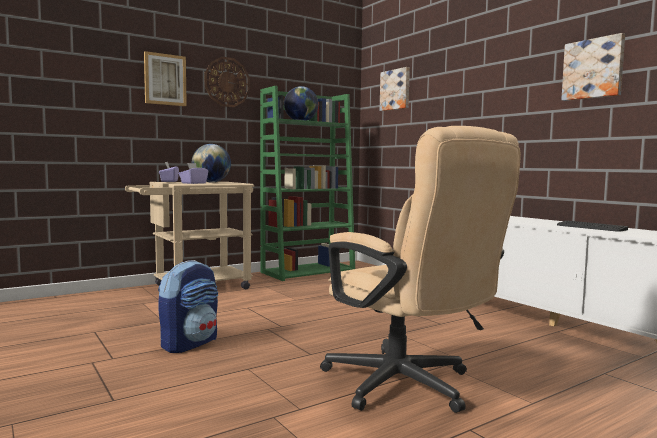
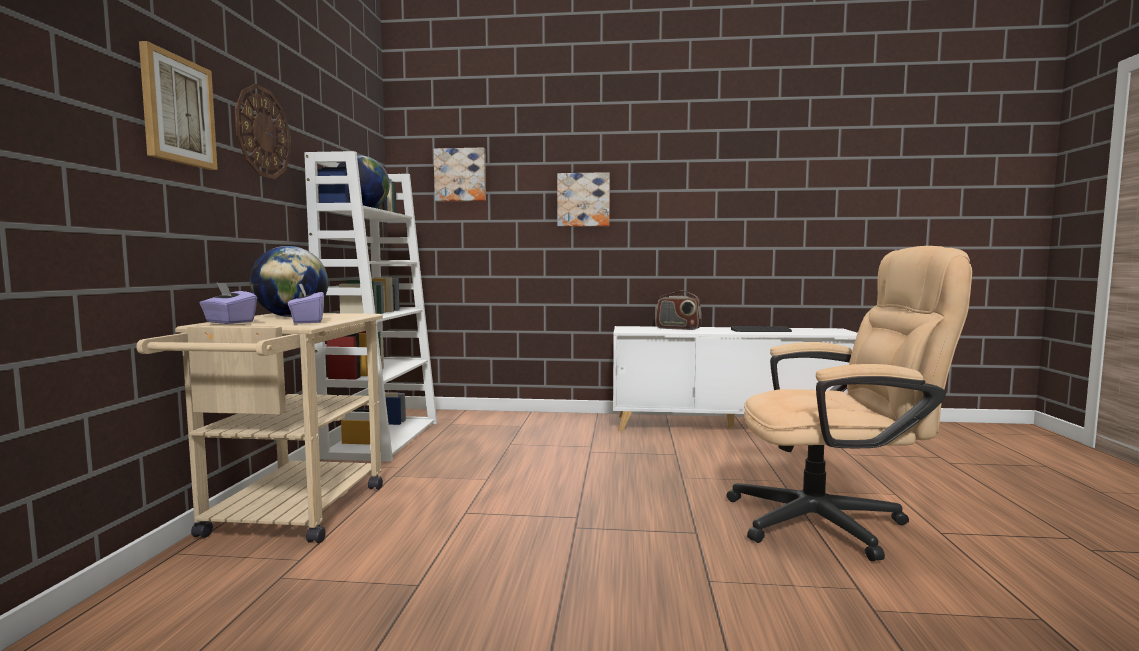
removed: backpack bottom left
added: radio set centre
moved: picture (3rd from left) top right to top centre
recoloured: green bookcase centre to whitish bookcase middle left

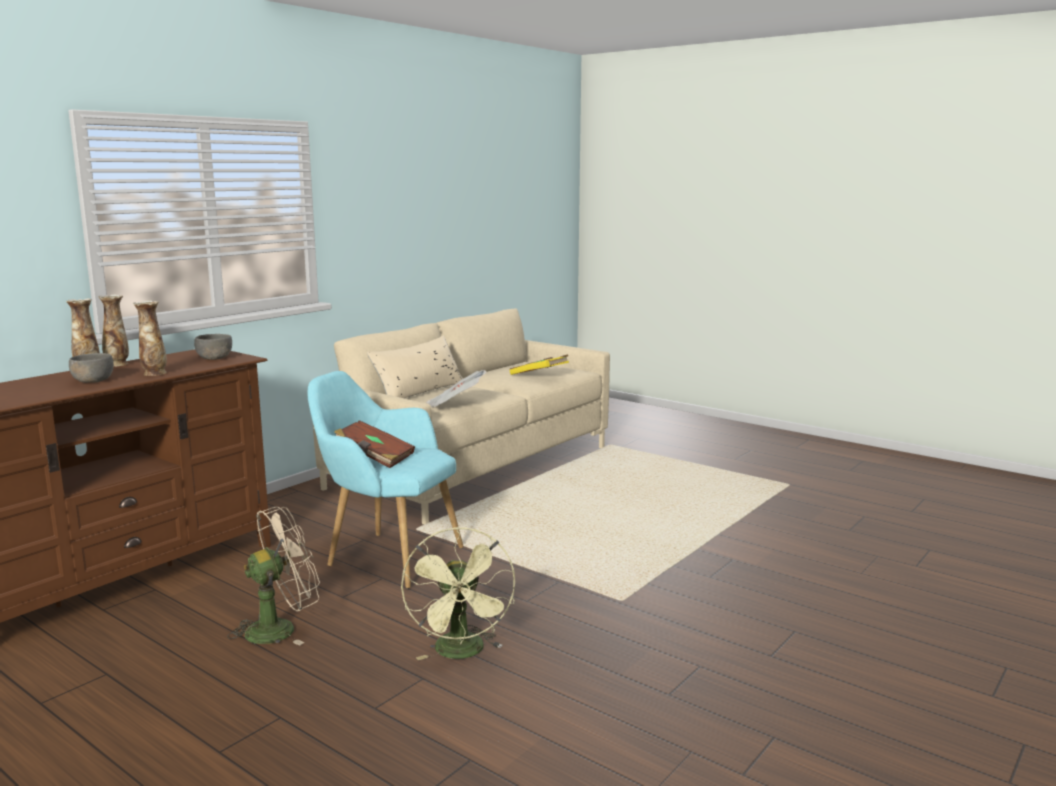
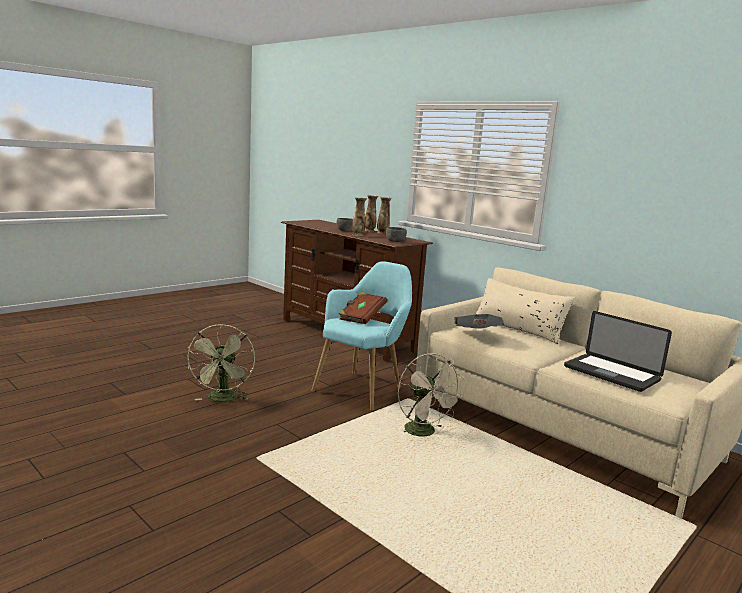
moved: beige fan bottom left to centre
replaced: yellow volume centre to notebook computer middle right
turned: green fan bottom centre = middle left 90 degrees counterclockwise

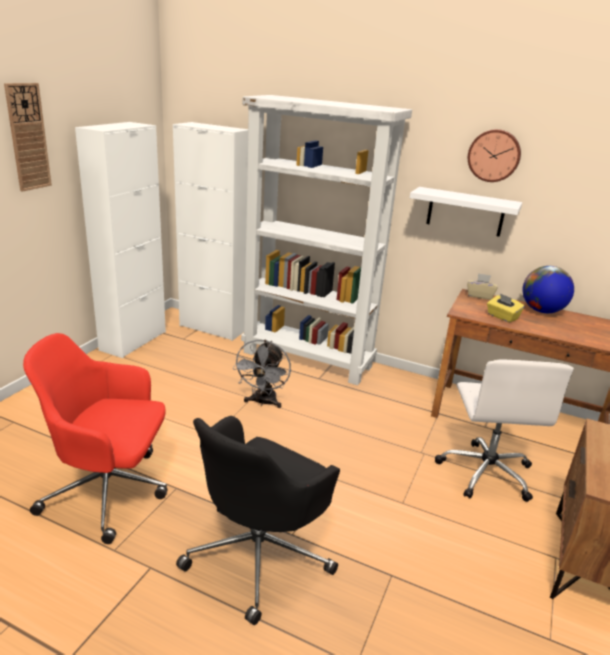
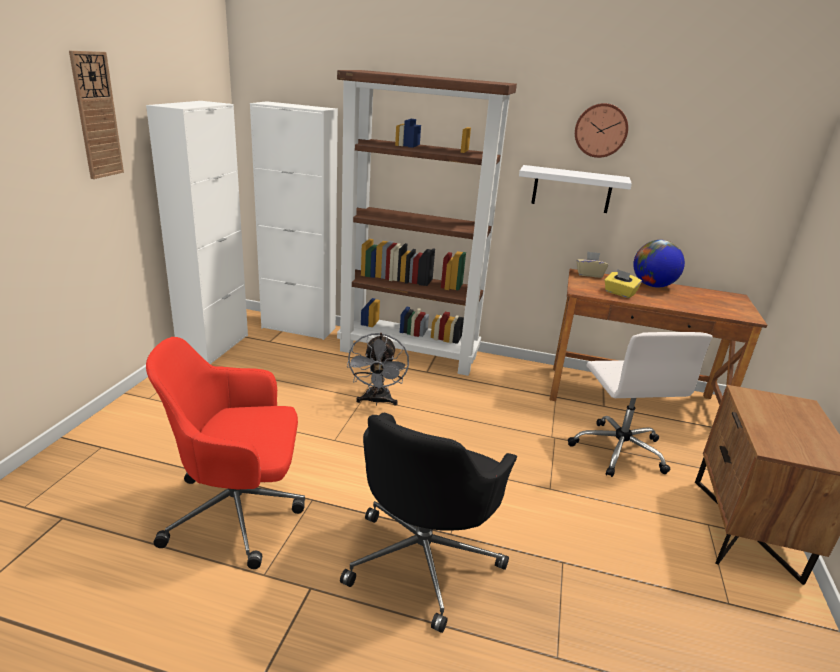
recoloured: whitish bookcase centre to brown-coloured bookcase top centre

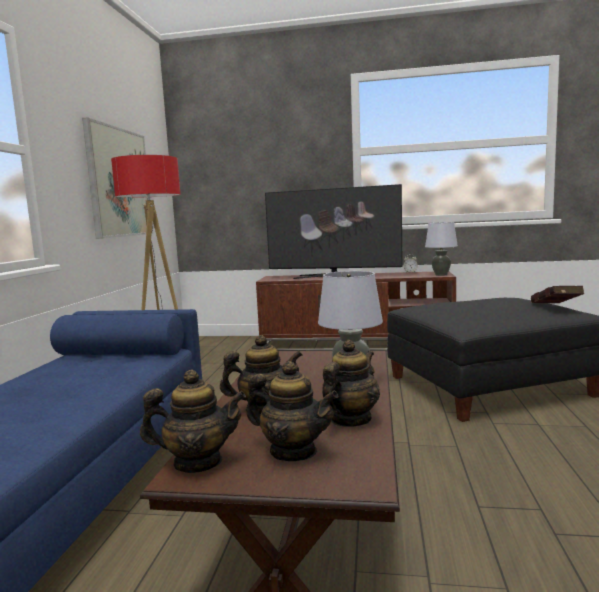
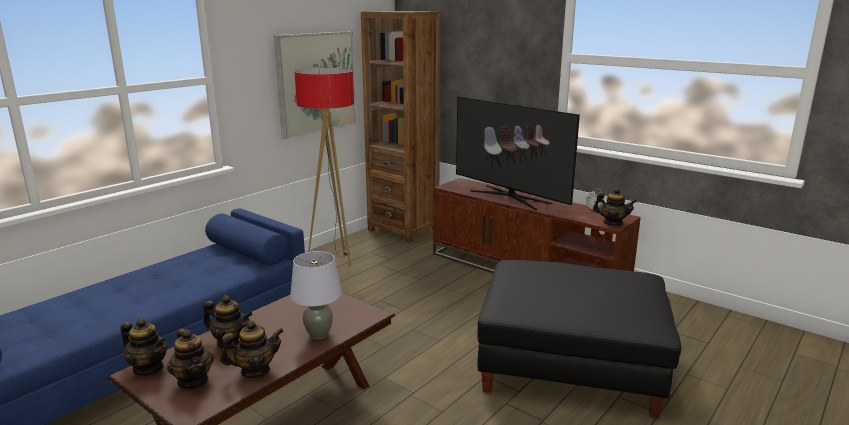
removed: reddish volume middle right
added: brown-coloured bookcase top centre
replaced: gray tabletop lamp (2nd from left) middle right to teapot (5th from left) middle right

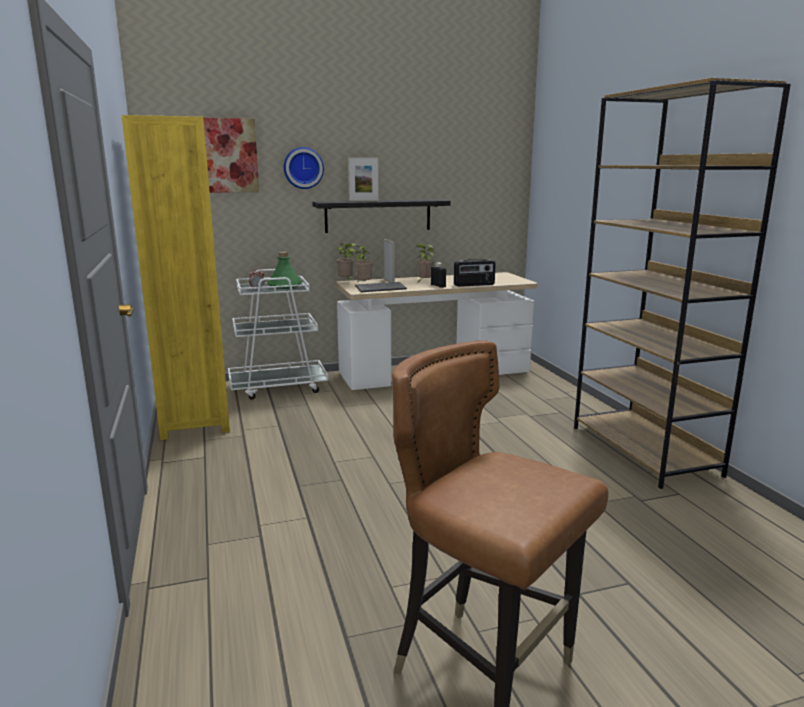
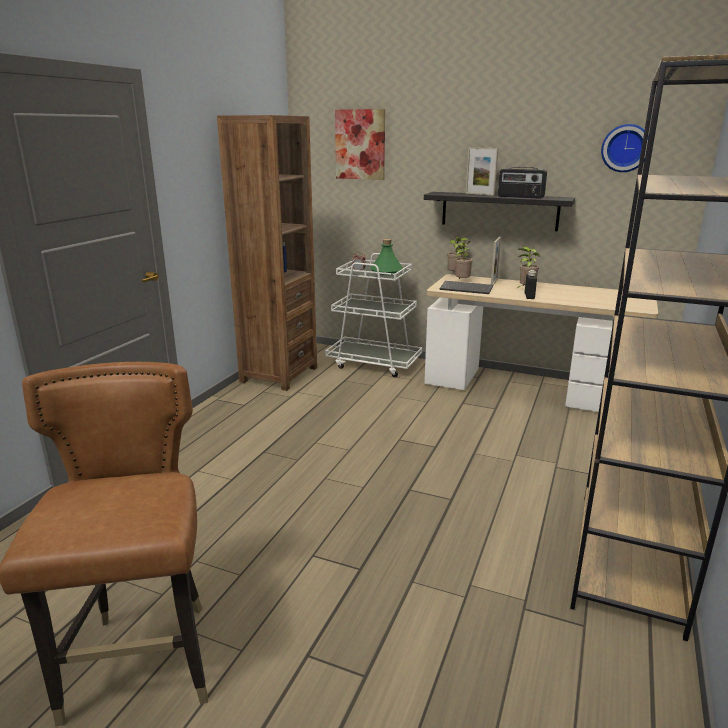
moved: wall clock top centre to top right; radio set centre to top right
recoloured: yellow bookcase middle left to brown-coloured bookcase (1st from left) centre

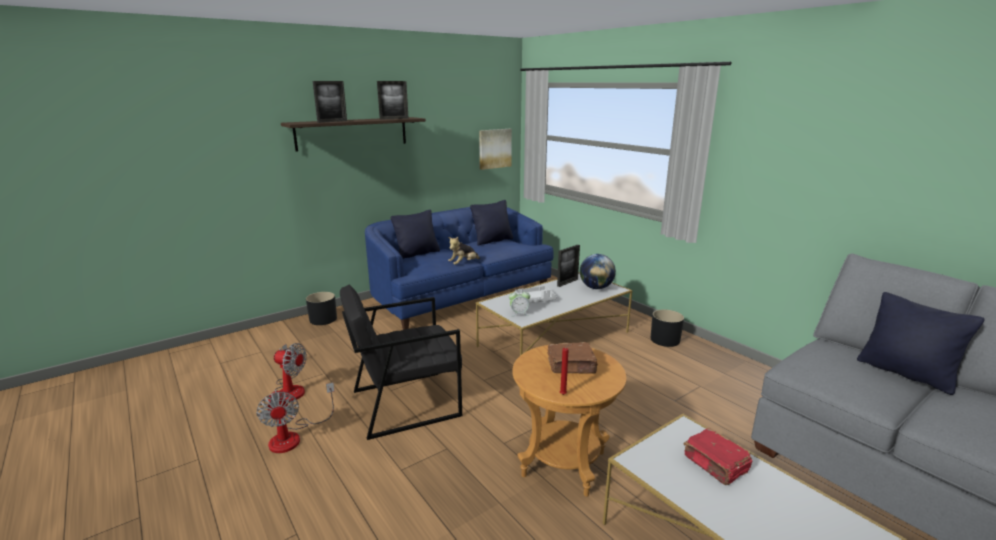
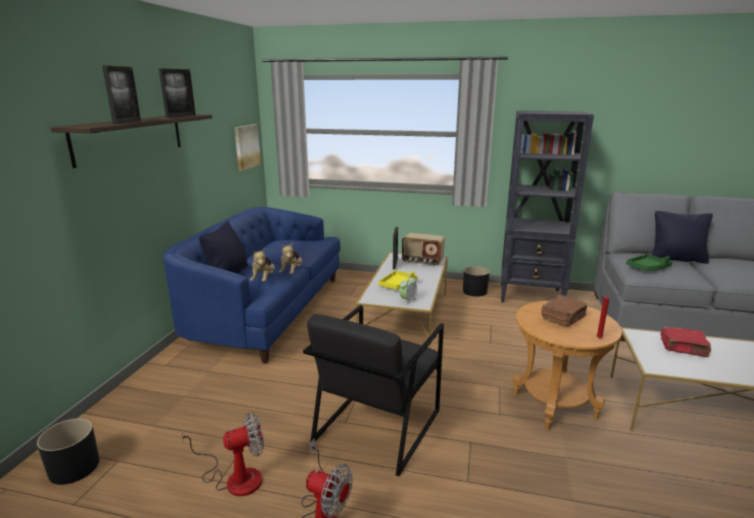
removed: black throw pillow (2nd from left) centre
added: cuddly toy (1st from left) centre; black bookcase middle right; green tray middle right
moved: black flower pot (1st from left) middle left to bottom left
replaced: desk globe centre to radio set centre
recoloured: gray tray centre to yellow tray centre

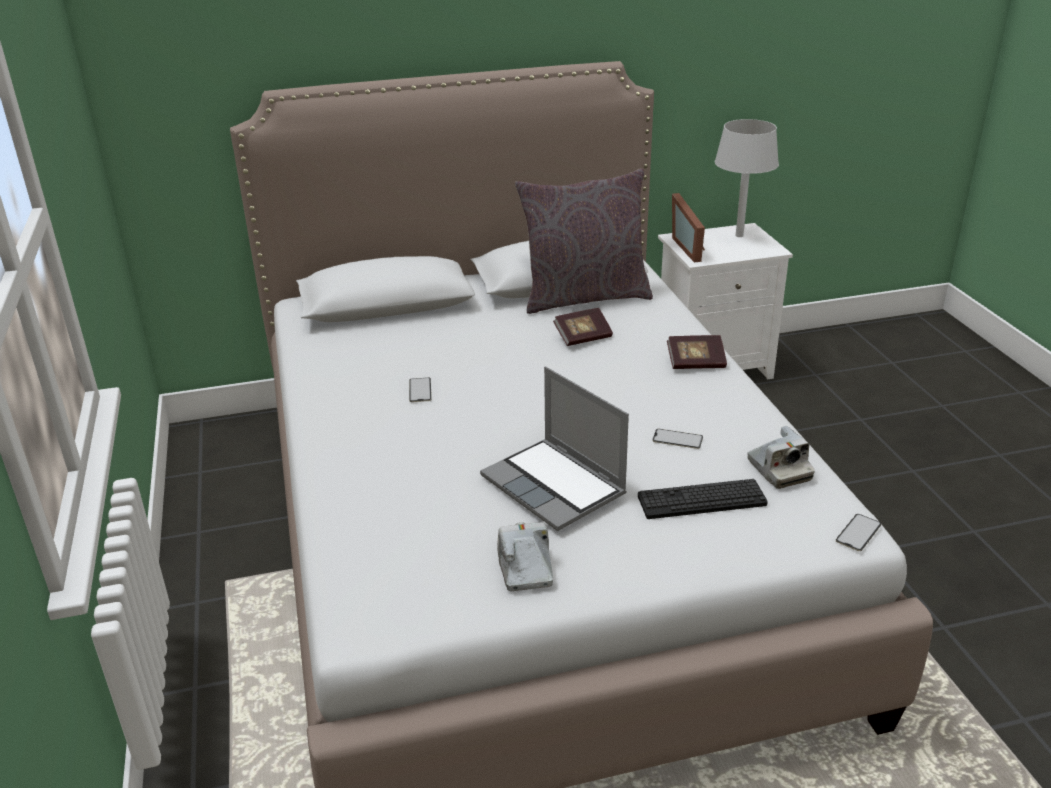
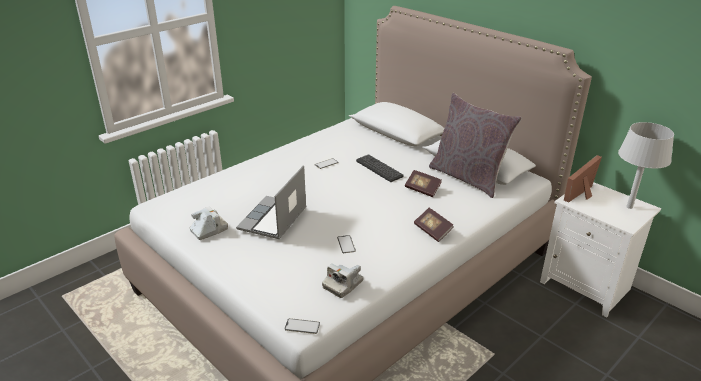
moved: PC keyboard middle right to centre

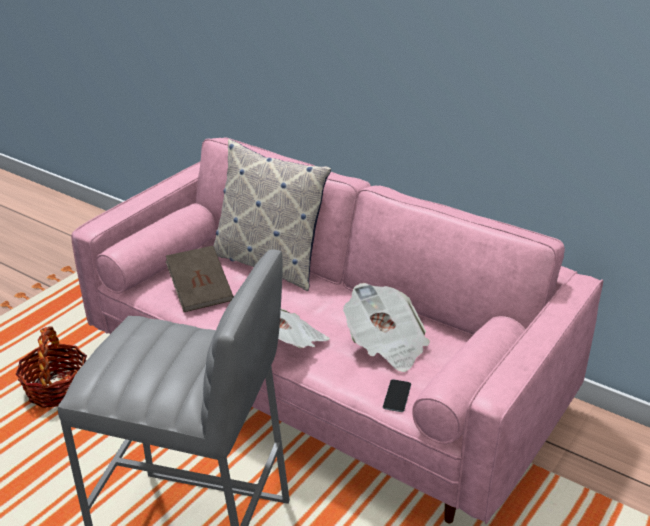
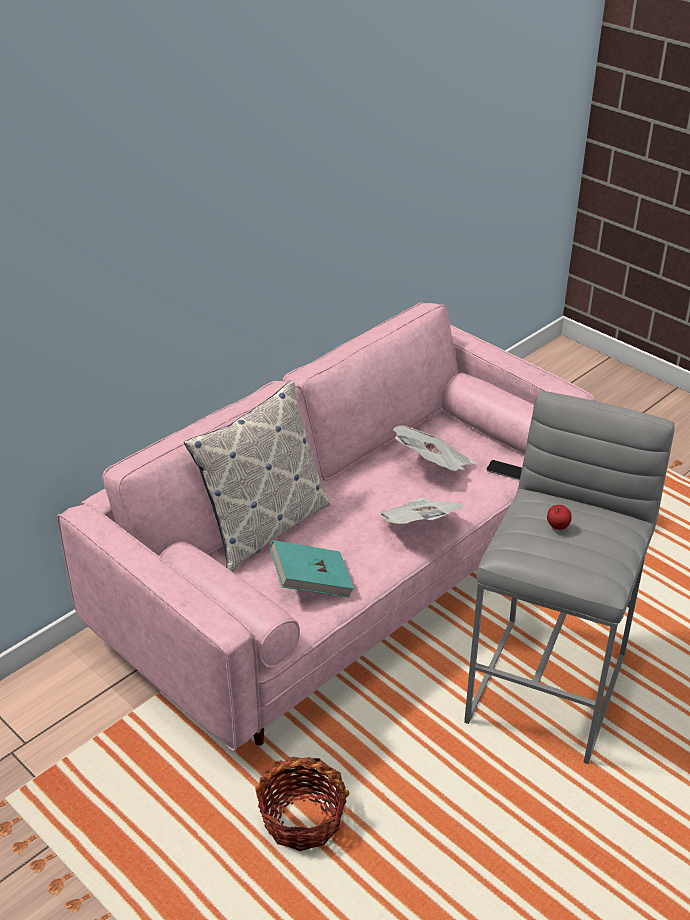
added: apple middle right
recoloured: brown-coloured volume middle left to turquoise volume centre

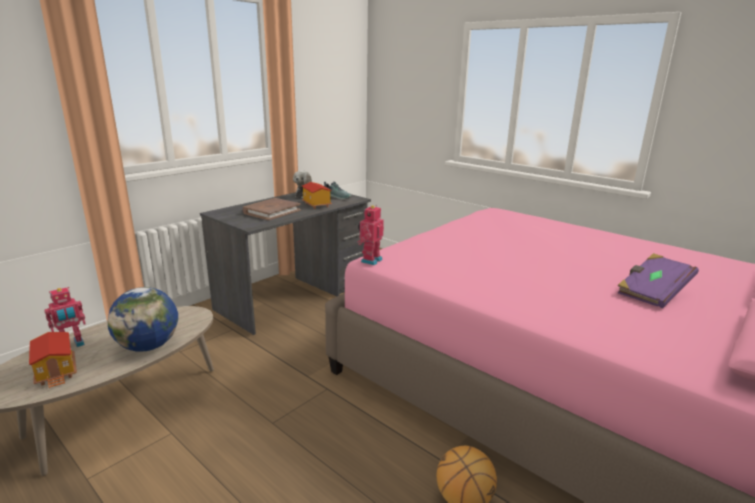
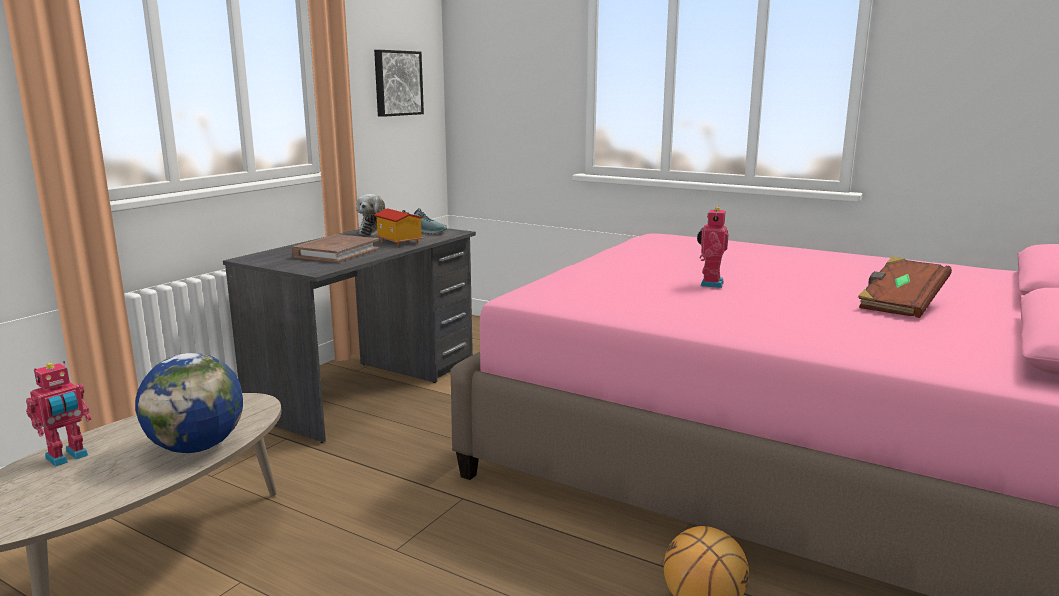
removed: model house (1st from left) bottom left
added: picture top centre
moved: toy robot (2nd from left) centre to middle right
recoloured: purple-coloured volume middle right to brown-coloured volume (2nd from left) middle right

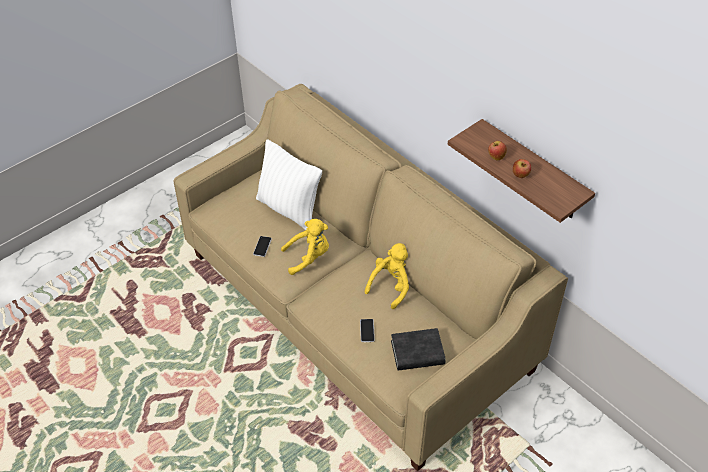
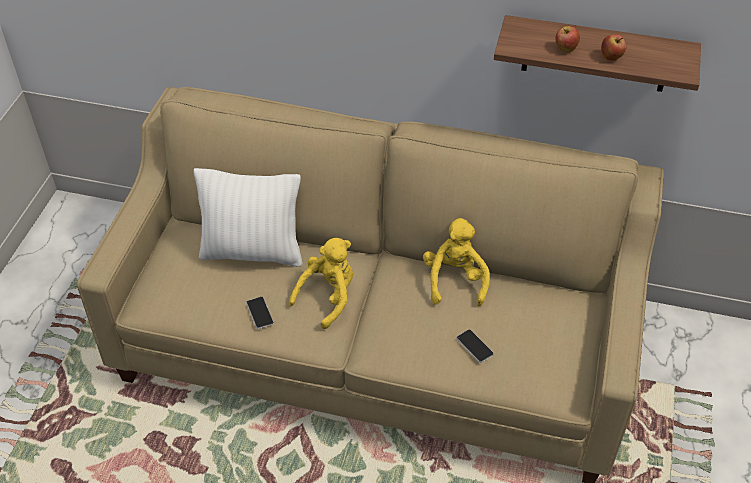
removed: black volume bottom centre

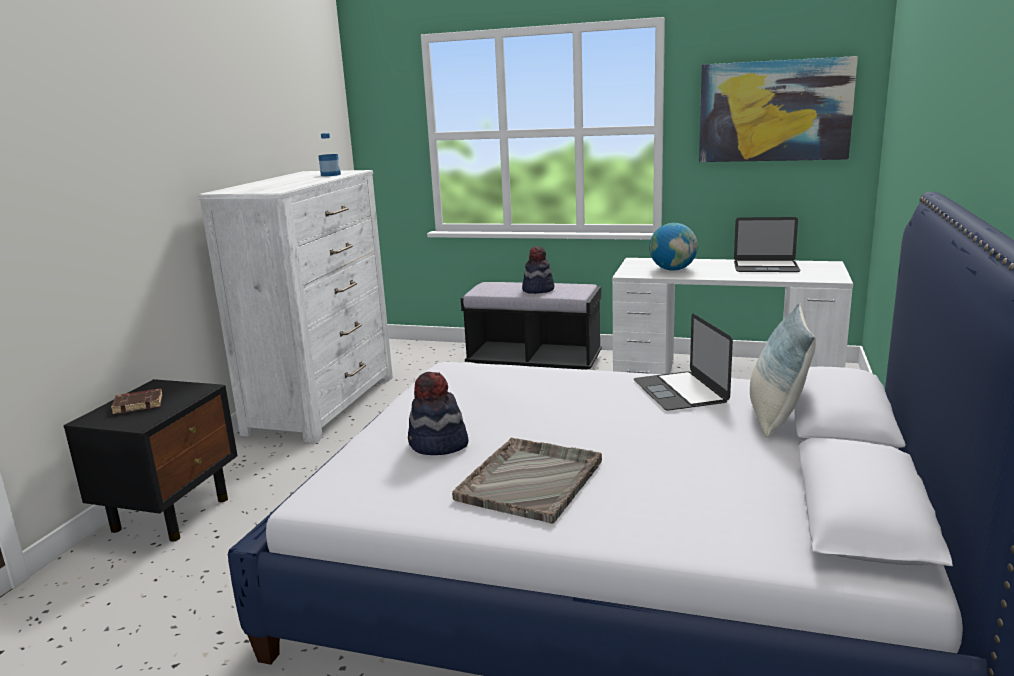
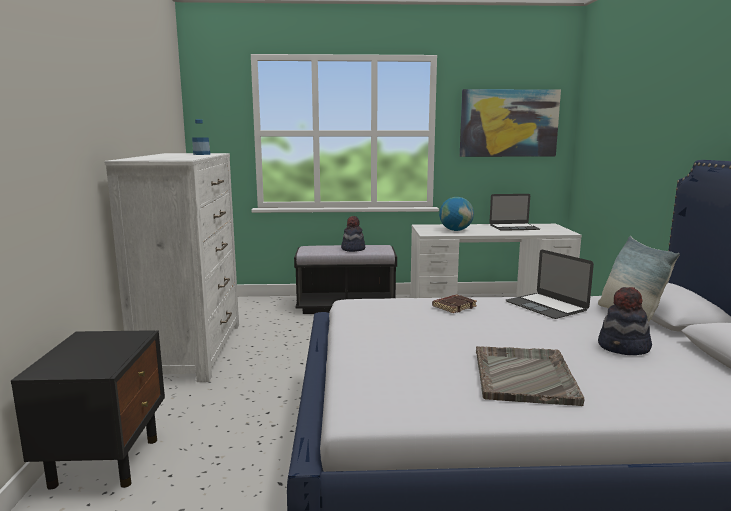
moved: brown-coloured volume middle left to centre; clothing hat (1st from left in the first image) centre to clothing hat (2nd from left) middle right

